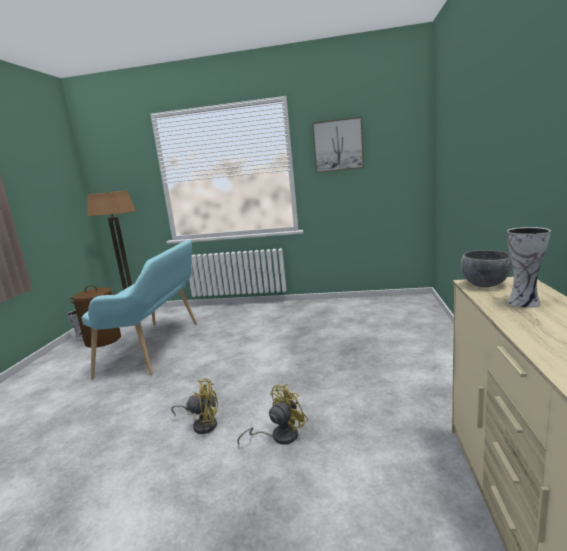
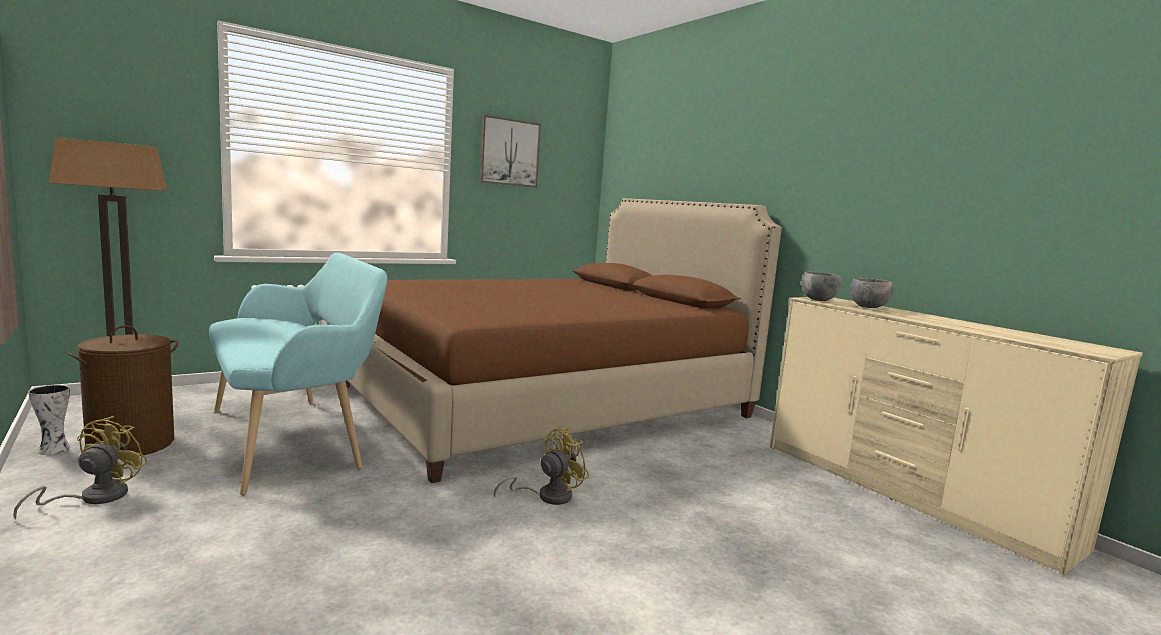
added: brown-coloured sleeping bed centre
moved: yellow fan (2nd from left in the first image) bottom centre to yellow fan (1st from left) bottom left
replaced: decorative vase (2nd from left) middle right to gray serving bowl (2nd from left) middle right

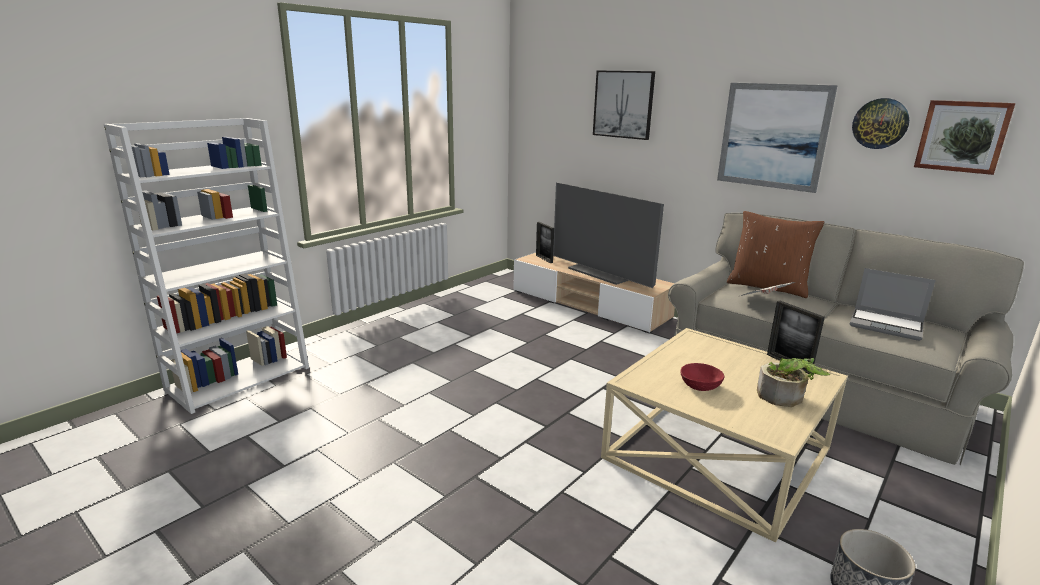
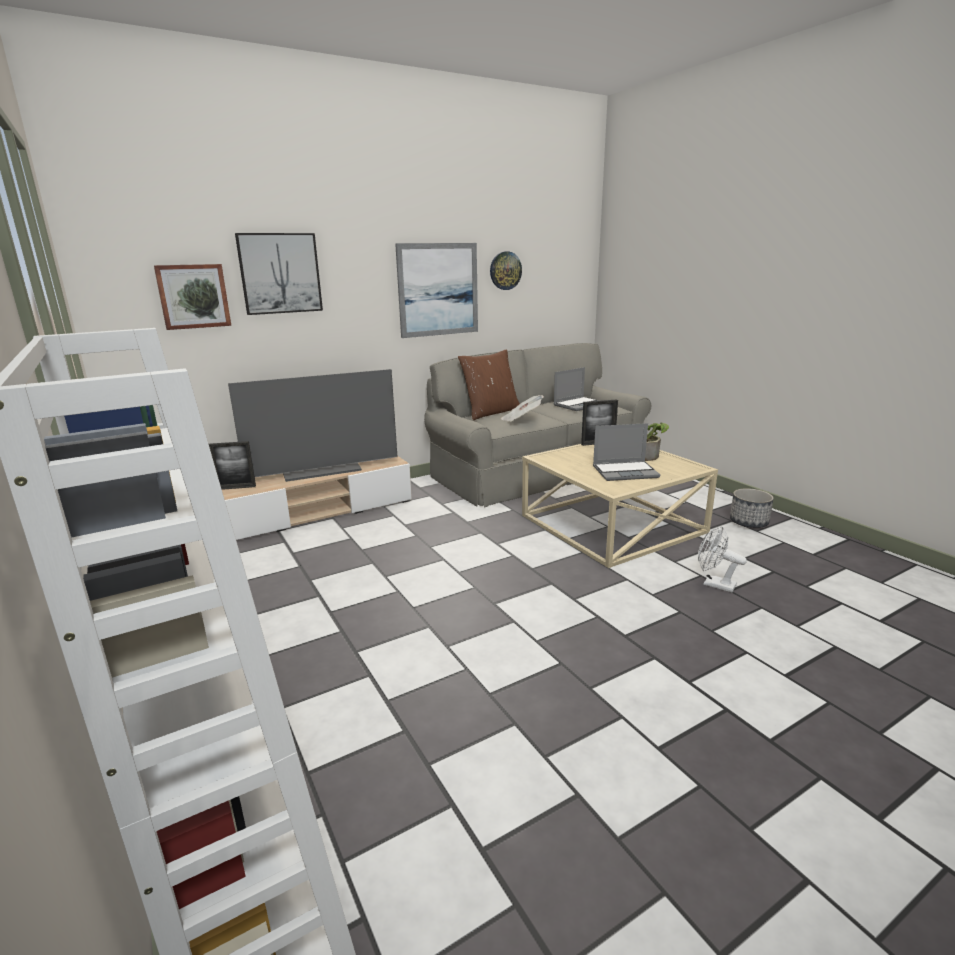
added: whitish fan middle right
moved: picture (3rd from left in the first image) top right to picture (1st from left) top left
replaced: reddish serving bowl middle right to notebook computer (2nd from left) centre

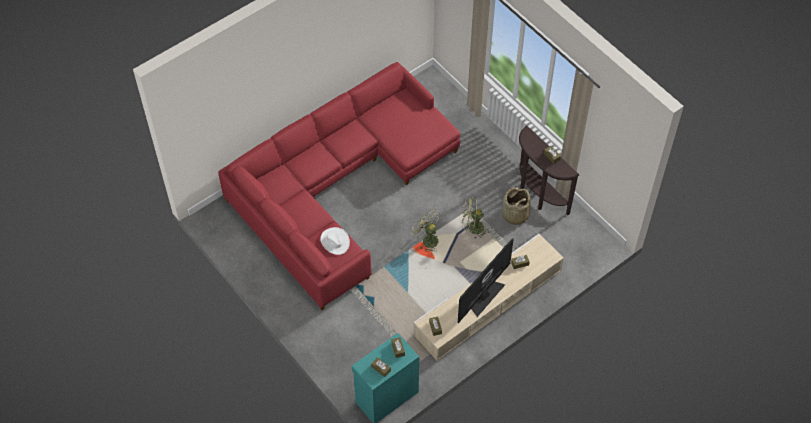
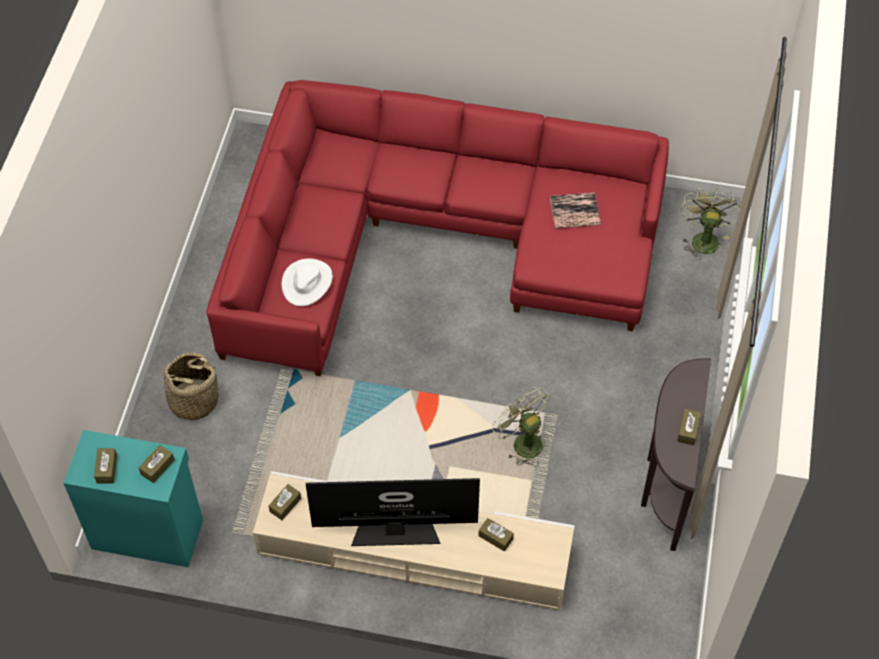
added: volume top centre
moved: green fan (1st from left in the first image) centre to green fan (2nd from left) middle right; storage basket centre to middle left

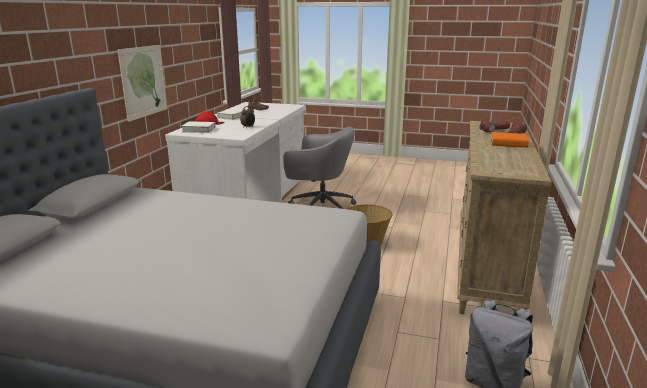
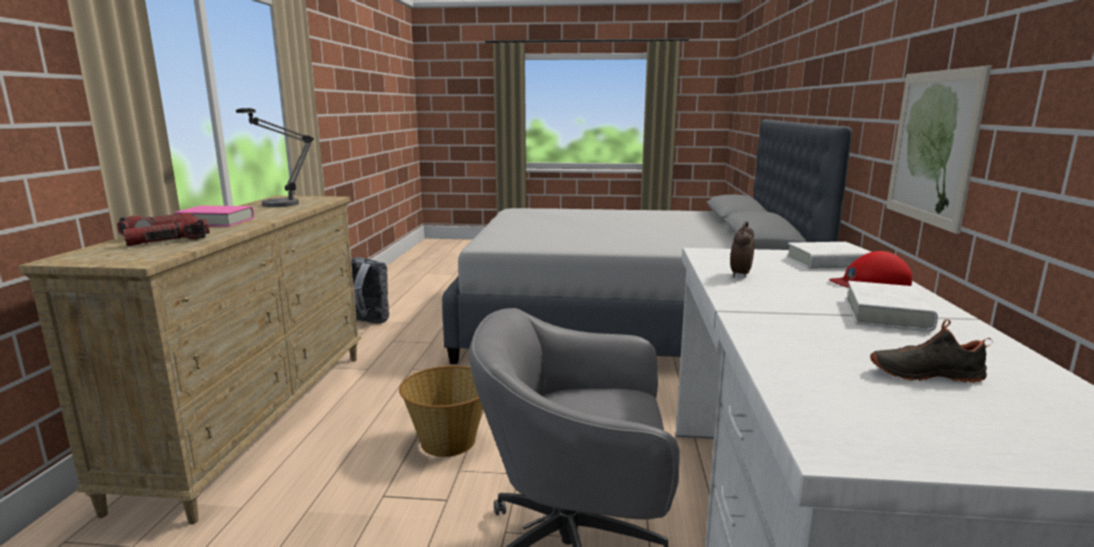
added: tabletop lamp top left
recoloured: orange volume middle right to pinkish volume middle left

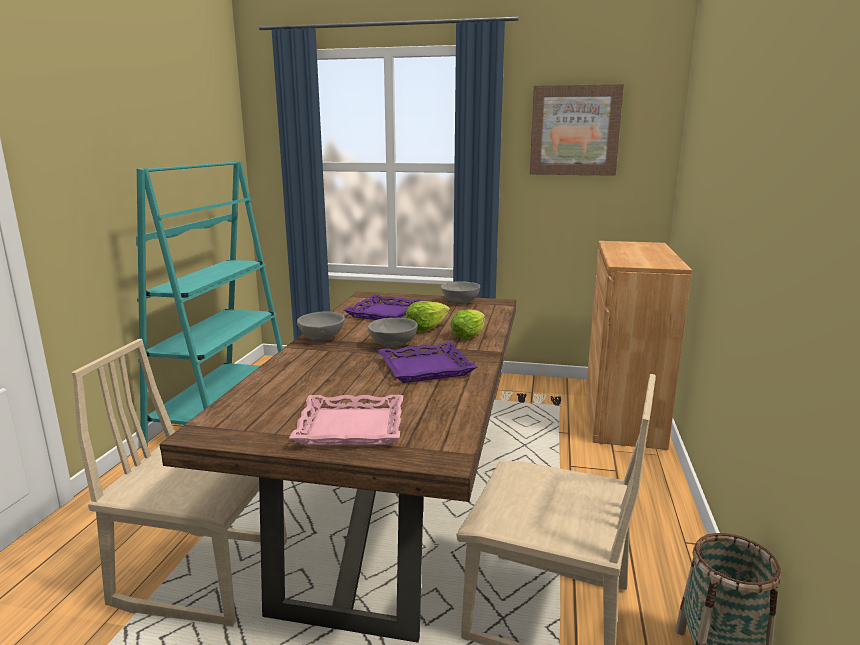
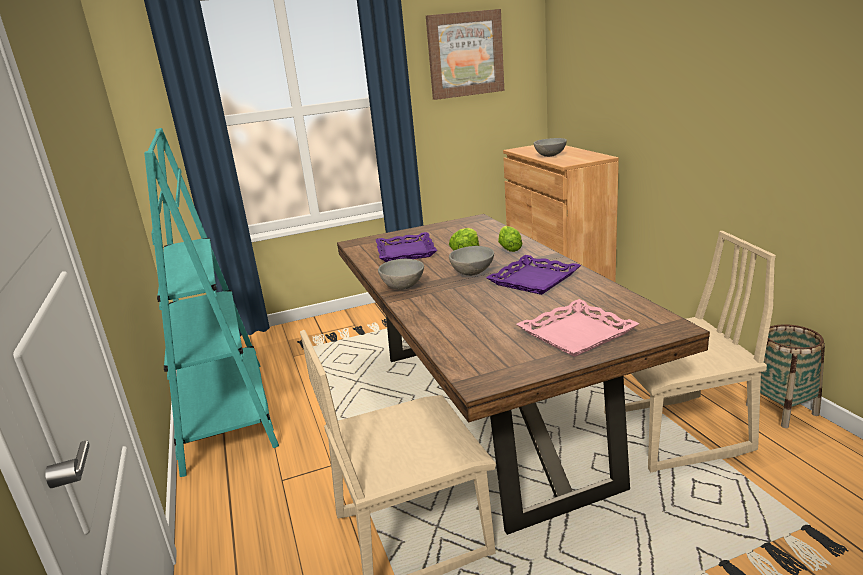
moved: gray serving bowl (3rd from left) centre to top centre

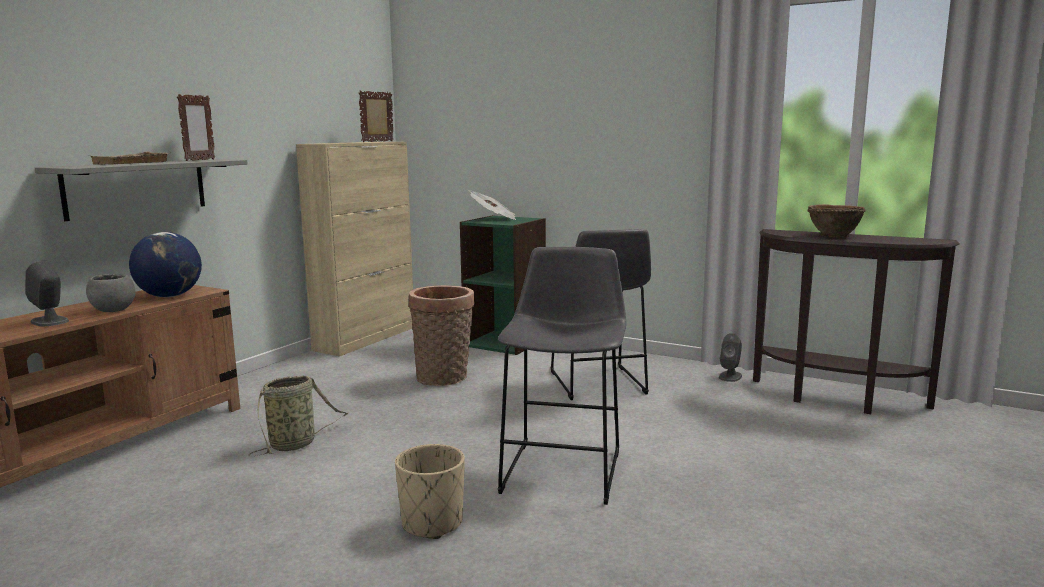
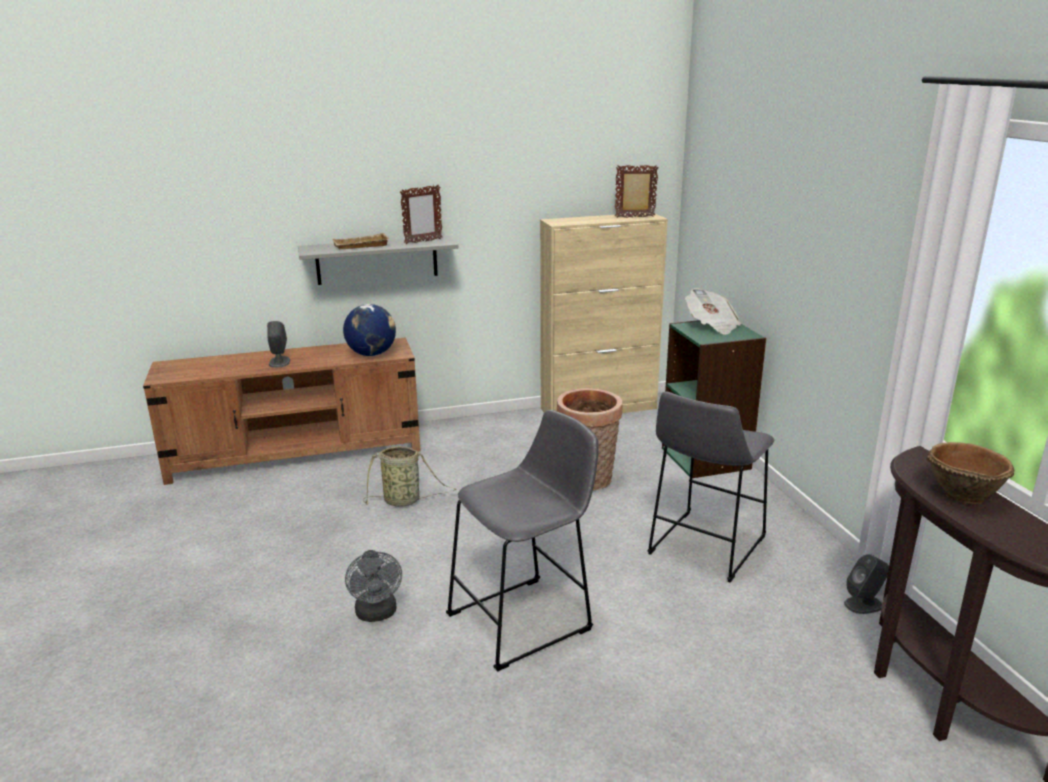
removed: gray serving bowl middle left
replaced: beige flower pot bottom centre to gray fan bottom centre

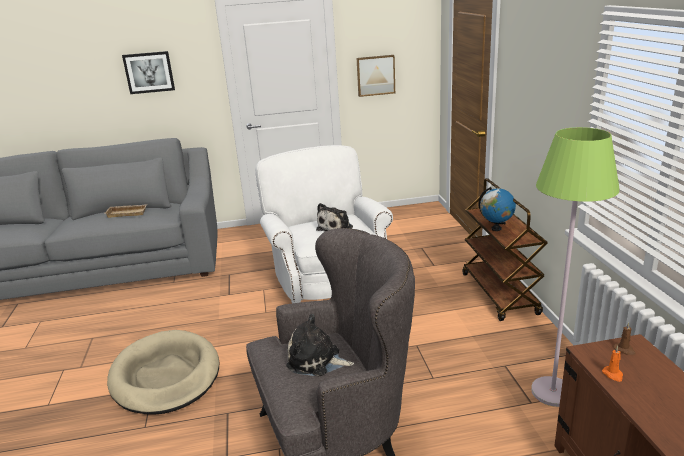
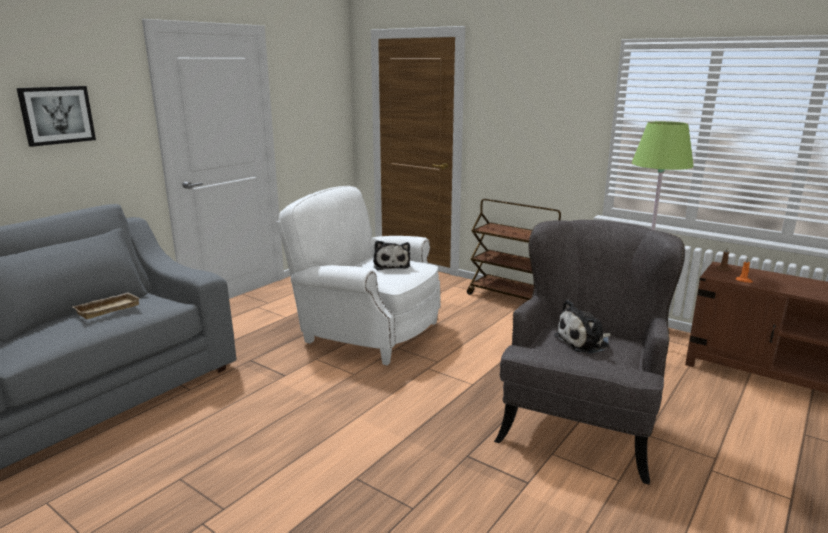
removed: beige dog cushion bottom left; picture (2nd from left) top centre; desk globe middle right

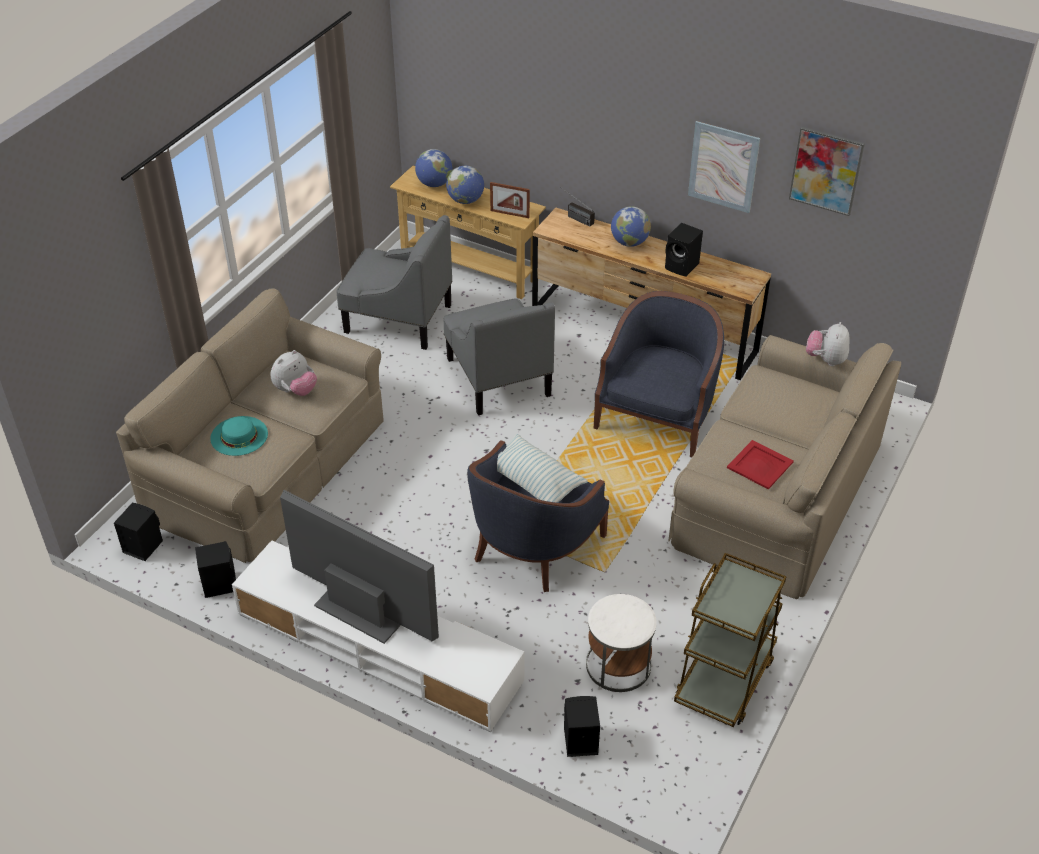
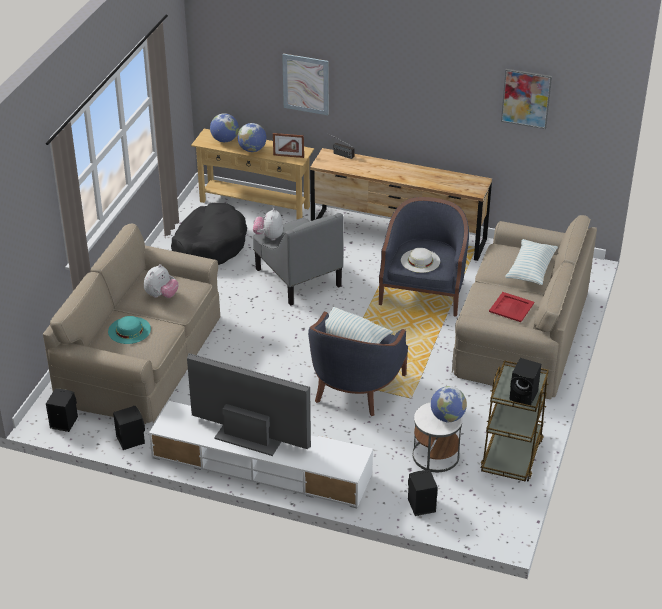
added: whitish clothing hat centre; throw pillow (2nd from left) middle right
moved: desk globe (3rd from left) top centre to middle right; black speaker (4th from left) top centre to middle right; picture (1st from left) top right to top centre; cuddly toy (2nd from left) middle right to centre
replaced: gray armchair (1st from left) top centre to black dog cushion middle left

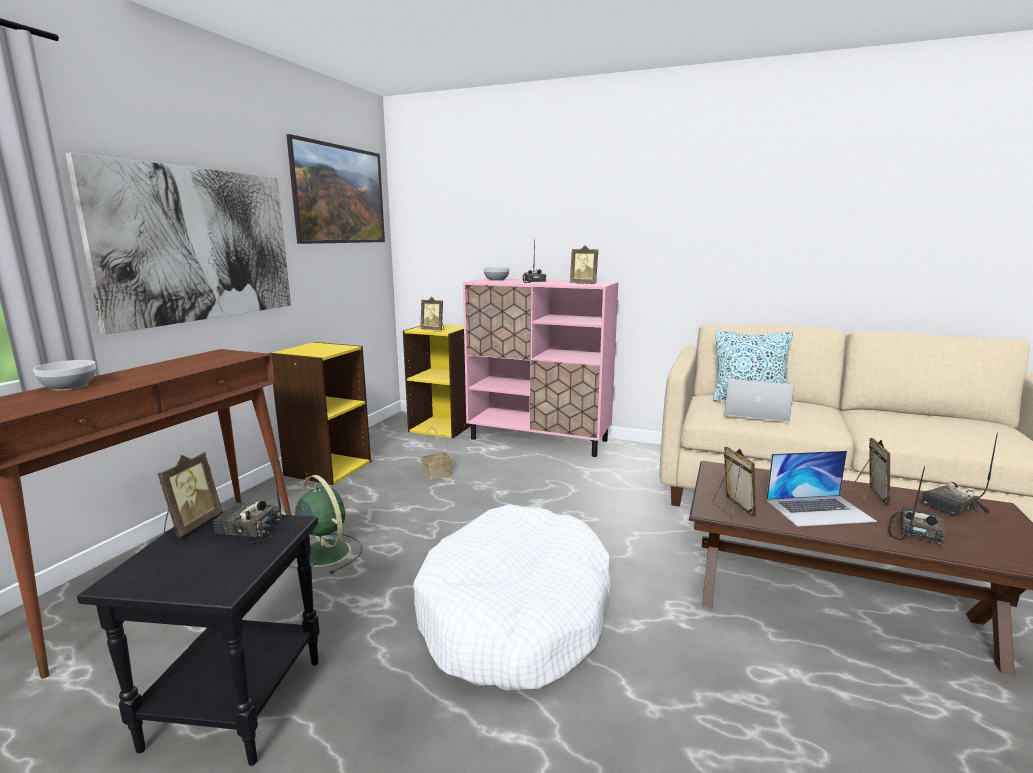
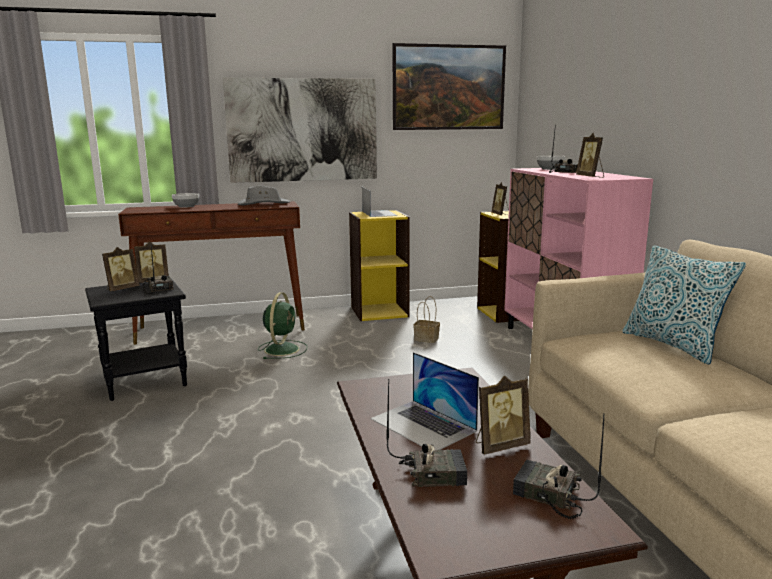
removed: whitish dog cushion bottom centre
added: gray clothing hat centre
moved: picture frame (4th from left in the first image) middle right to picture frame (1st from left) middle left; notebook computer (1st from left) middle right to centre

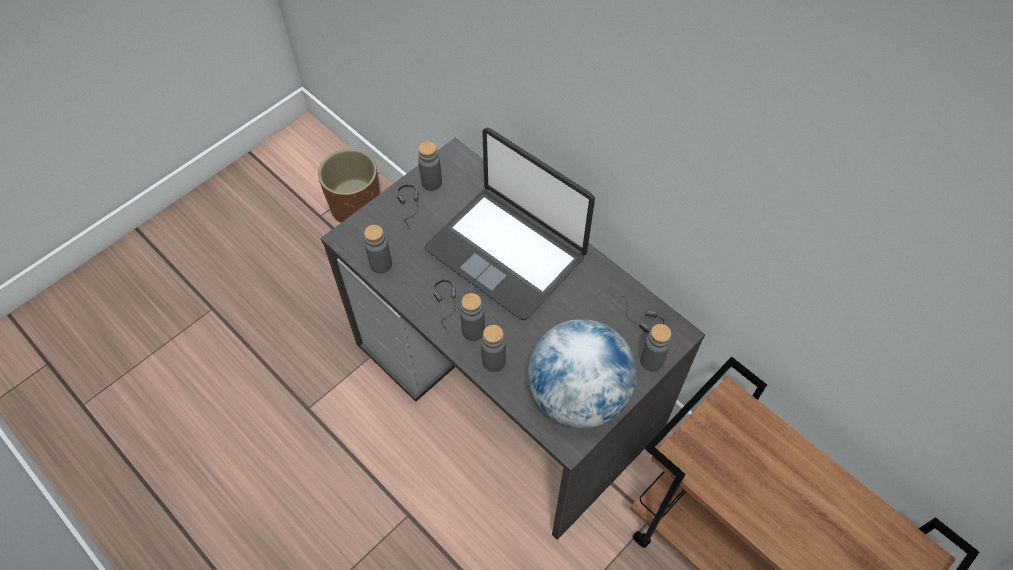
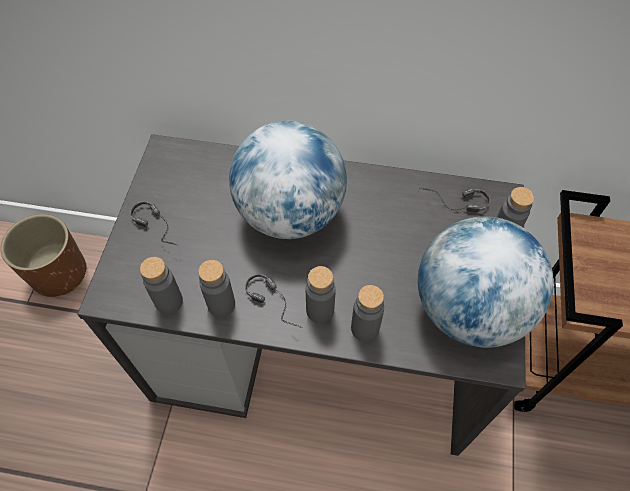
moved: gray drink bottle (2nd from left) top centre to centre
replaced: notebook computer centre to desk globe (1st from left) centre

